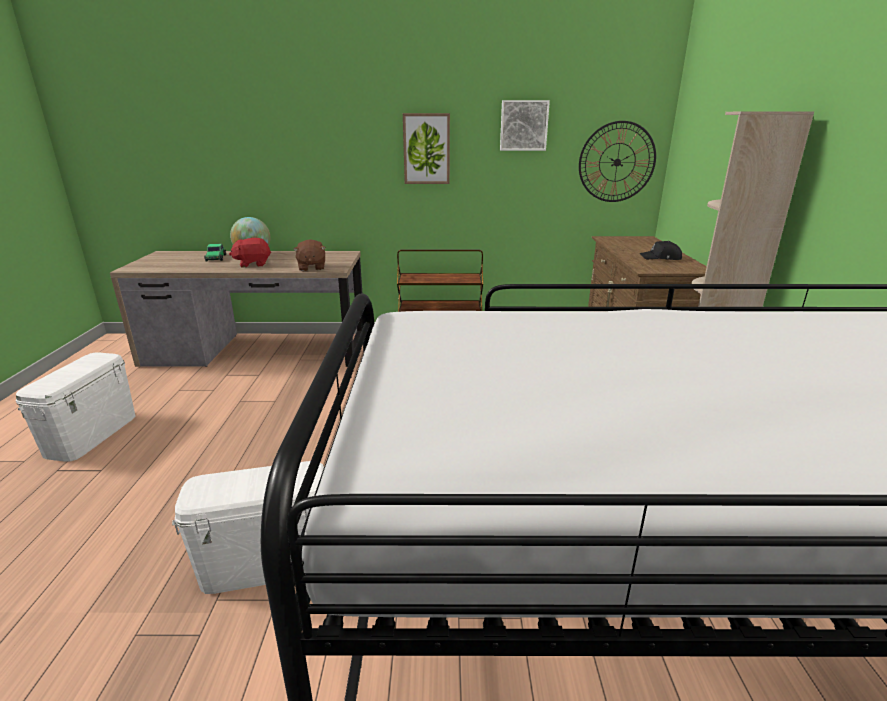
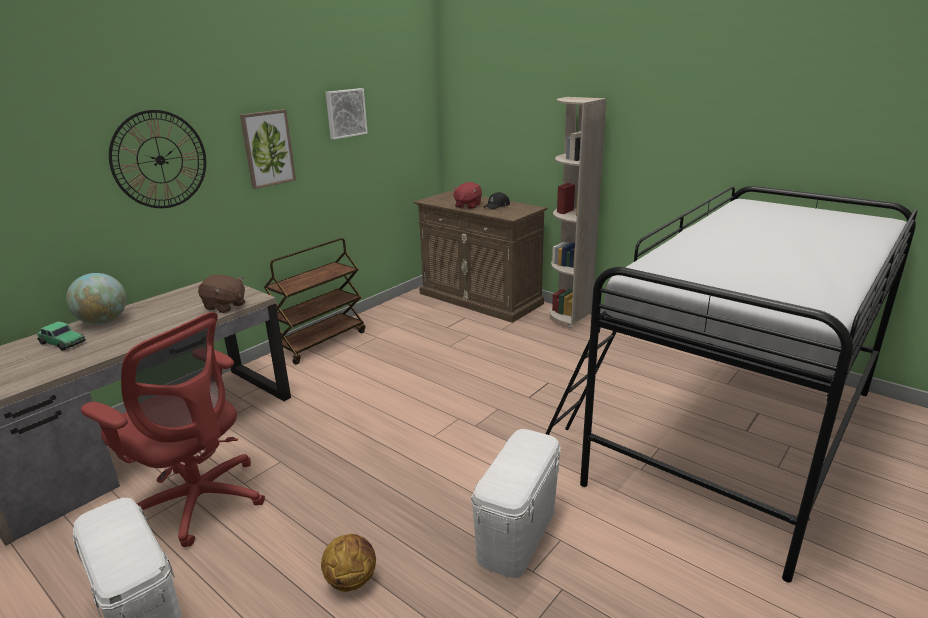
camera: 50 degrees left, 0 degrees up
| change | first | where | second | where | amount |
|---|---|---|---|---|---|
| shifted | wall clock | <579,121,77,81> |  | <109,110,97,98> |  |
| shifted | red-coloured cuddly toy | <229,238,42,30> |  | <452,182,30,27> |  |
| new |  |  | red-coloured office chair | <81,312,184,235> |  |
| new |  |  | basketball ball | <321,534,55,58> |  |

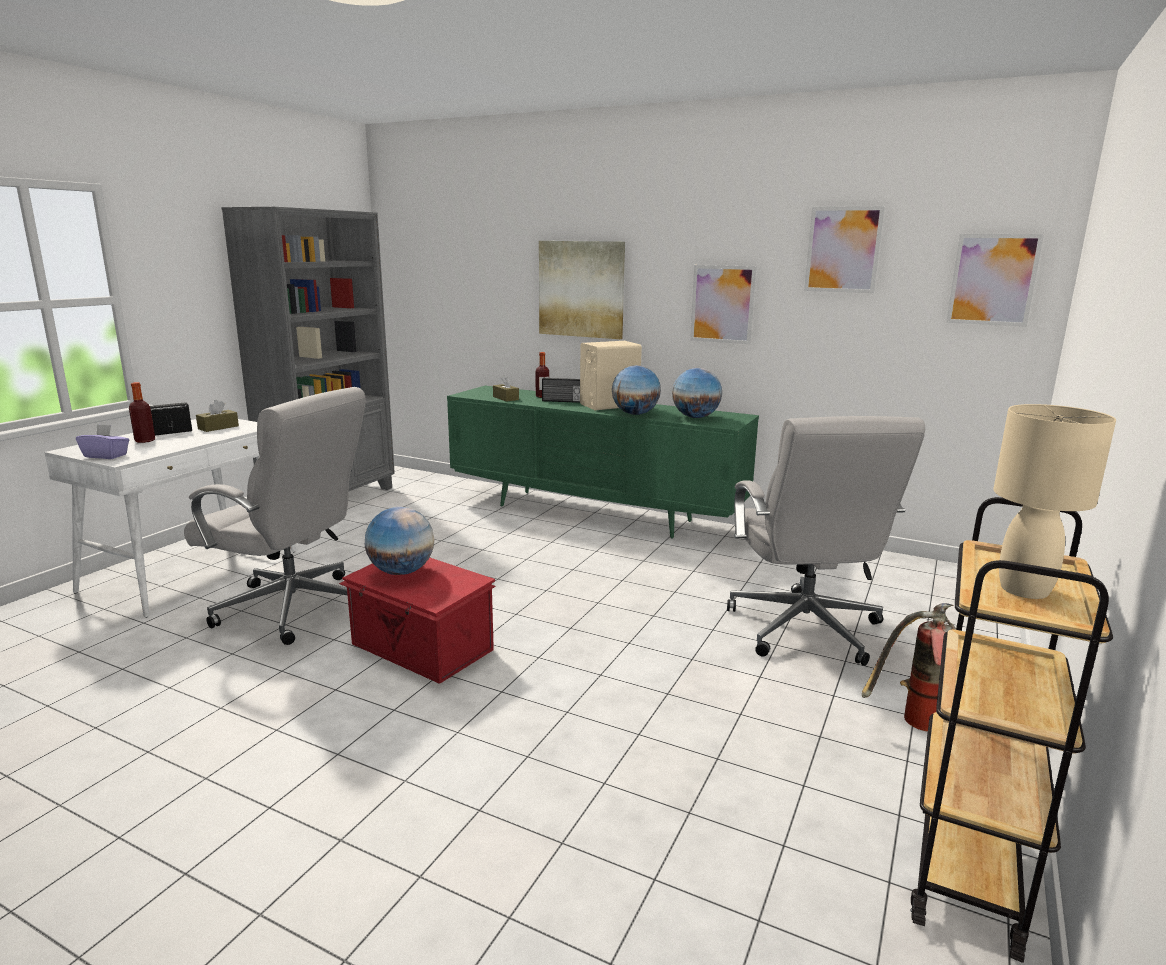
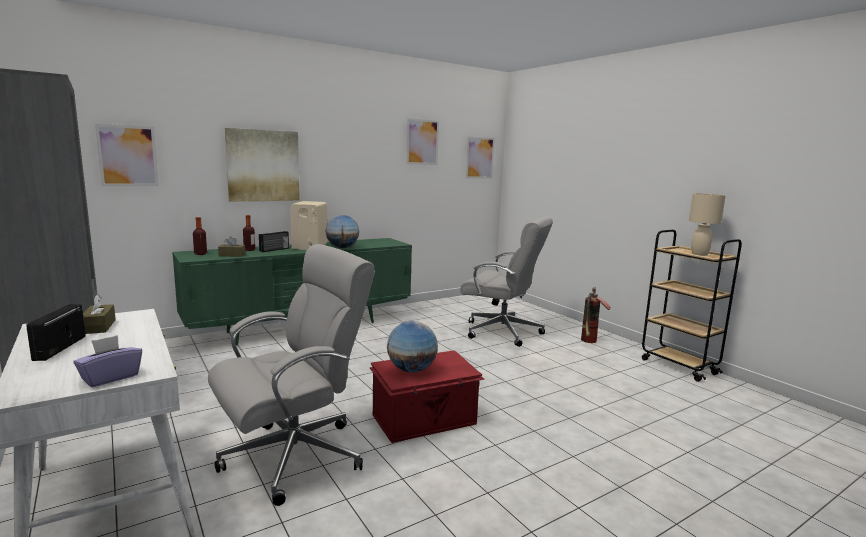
camera: 60 degrees left, 5 degrees down
| change | first | where | second | where | amount |
|---|---|---|---|---|---|
| shifted | wall picture | <690,265,67,79> |  | <95,124,64,62> |  |
| gone | world globe | <672,368,50,50> |  |  |  |
| shifted | beverage bottle | <129,382,26,61> |  | <193,217,14,38> |  |

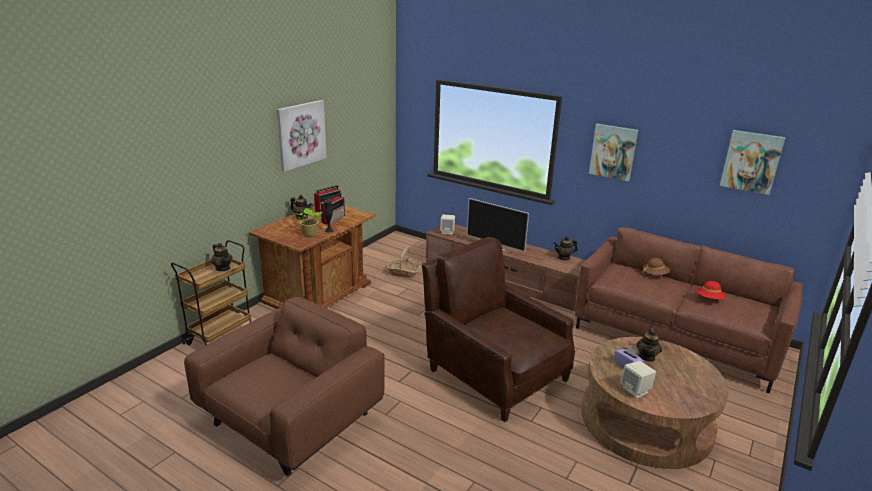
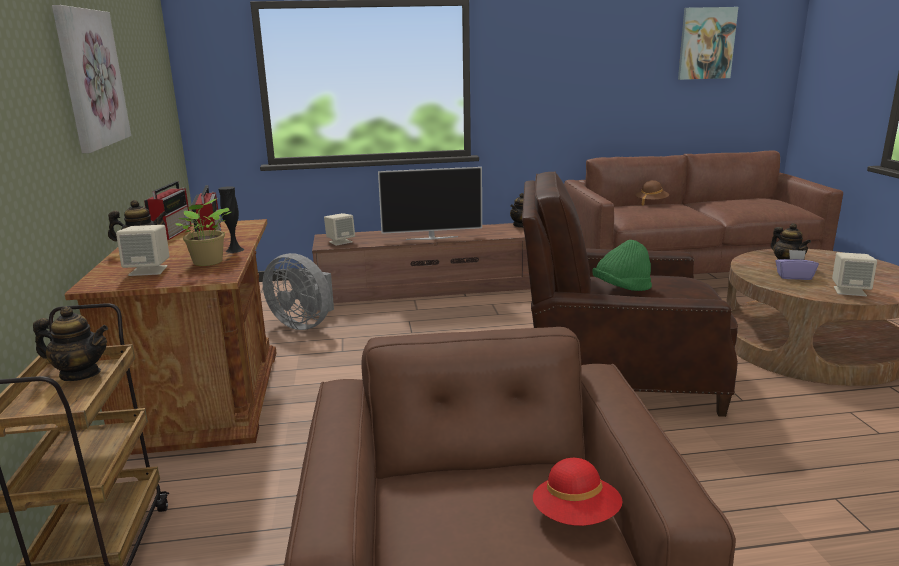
camera: 40 degrees left, 5 degrees down
| change | first | where | second | where | amount |
|---|---|---|---|---|---|
| gone | wall picture | <589,124,49,57> |  |  |  |
| swapped | household basket | <387,248,33,30> | greyish electric fan | <263,253,71,77> |  |
| shifted | red-coloured hat | <697,281,29,18> |  | <533,458,90,68> |  |
| new |  |  | beige-coloured audio speaker | <116,225,53,51> |  |
| new |  |  | green hat | <592,240,60,51> |  |

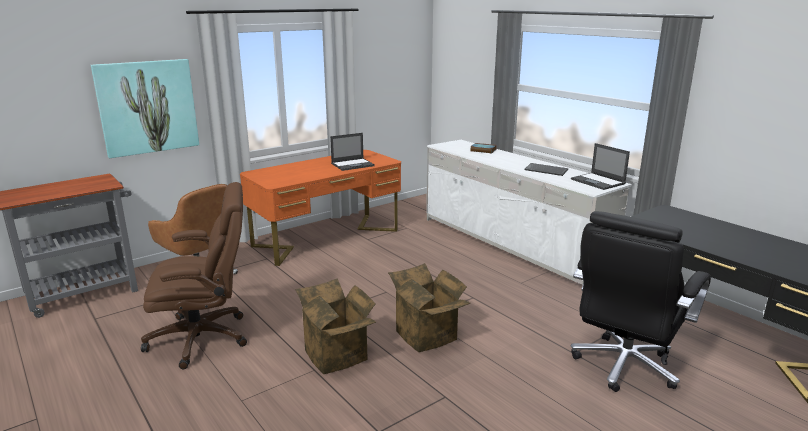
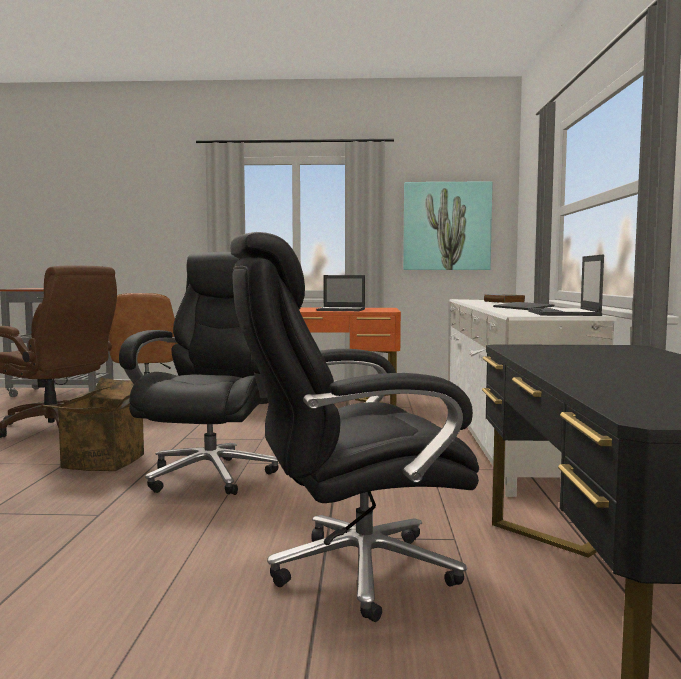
camera: 40 degrees right, 15 degrees down
| change | first | where | second | where | amount |
|---|---|---|---|---|---|
| shifted | wall picture | <91,59,108,99> |  | <403,181,90,89> |  |
| swapped | packing box | <388,263,82,89> | blackish office chair | <119,252,159,243> |  |

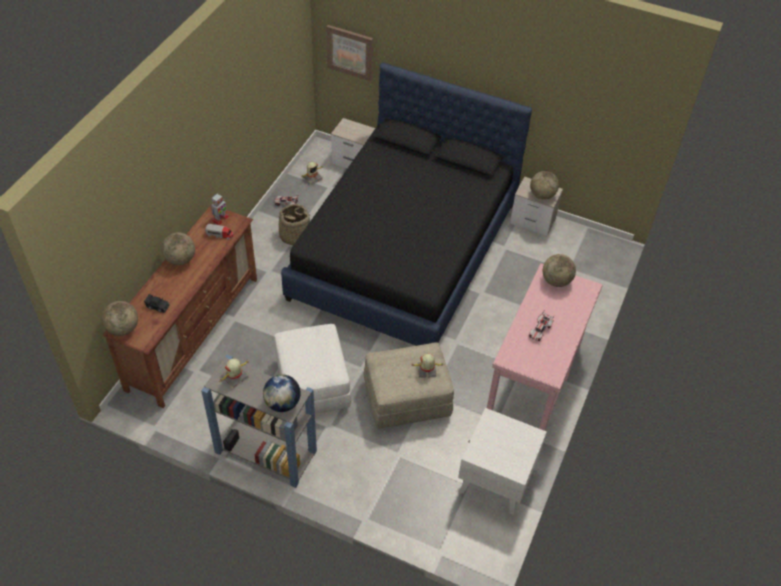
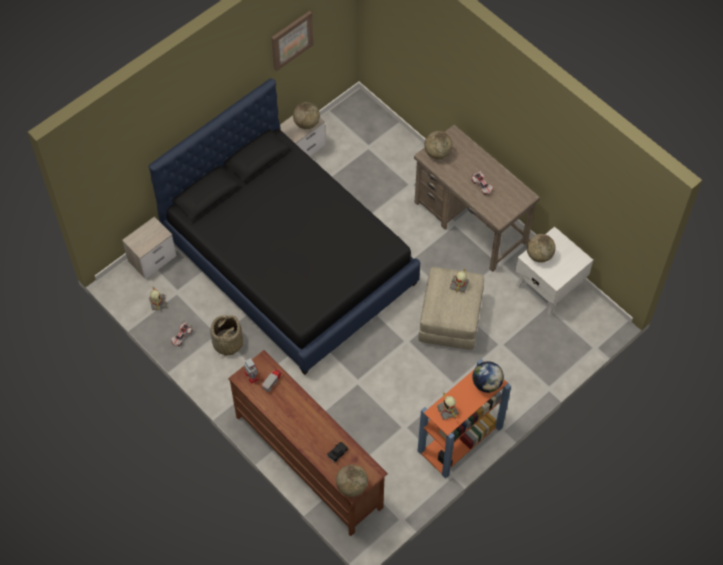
camera: 65 degrees left, 10 degrees up
| change | first | where | second | where | amount |
|---|---|---|---|---|---|
| shifted | wall picture | <326,25,47,56> |  | <271,11,42,61> |  |
| shifted | world globe | <162,232,33,33> |  | <527,234,29,29> |  |
| repainted | pinkish desk | <487,263,116,168> | brownish desk | <414,125,126,147> |  |
| gone | white pouffe | <275,324,76,90> |  |  |  |
| repainted | greyish bookcase | <201,355,116,133> | orangey bookcase | <418,359,93,120> |  |

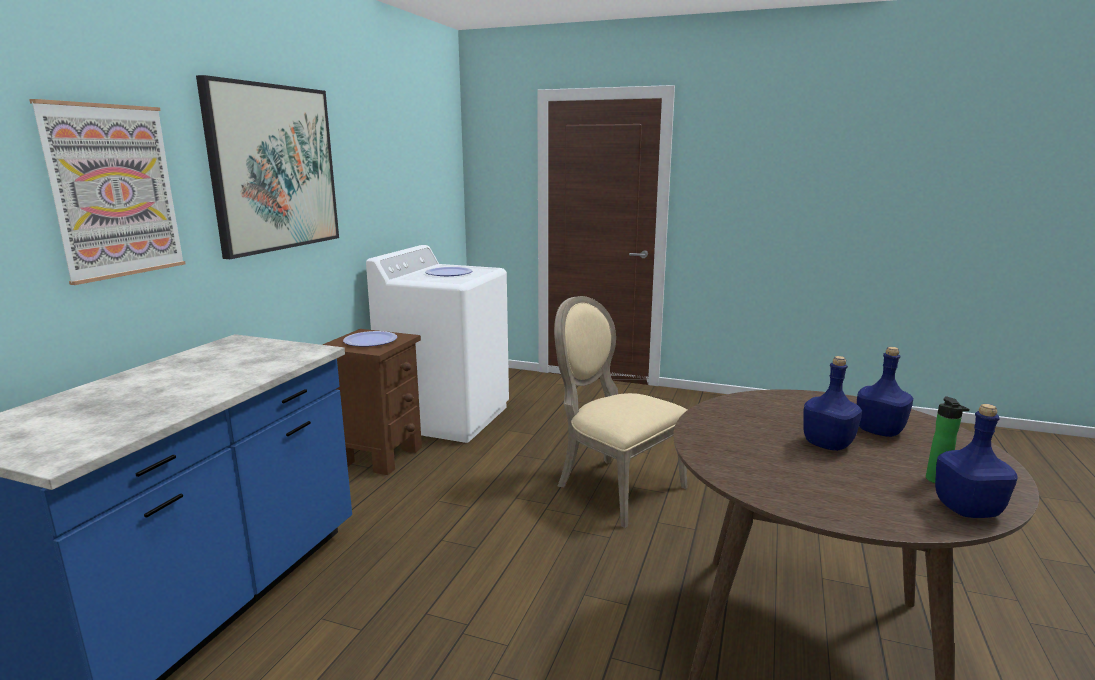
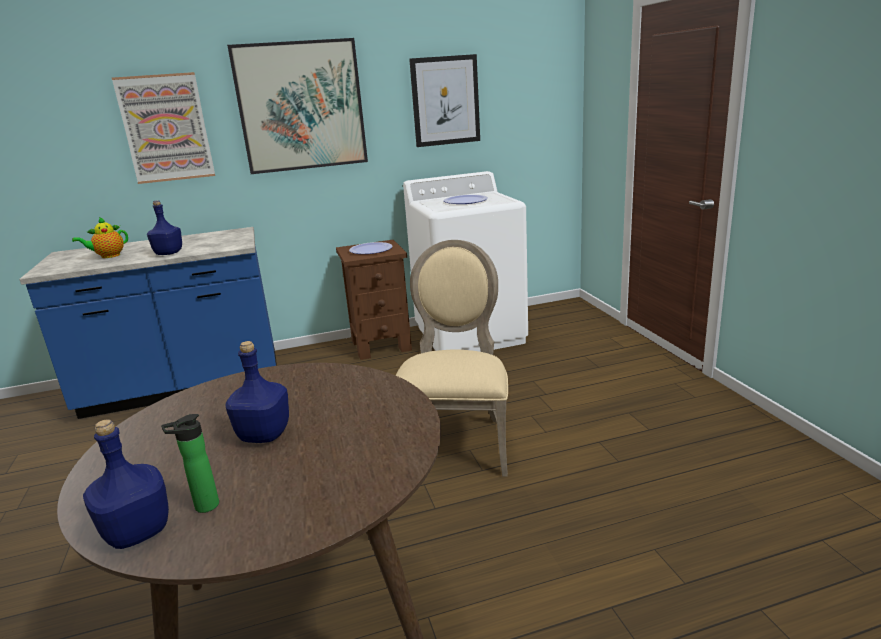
camera: 55 degrees right, 5 degrees up
| change | first | where | second | where | amount |
|---|---|---|---|---|---|
| shifted | bluish beverage bottle | <857,347,56,90> |  | <147,200,35,55> |  |
| new |  |  | wall picture | <409,54,71,93> |  |
| new |  |  | teapot | <72,217,56,41> |  |

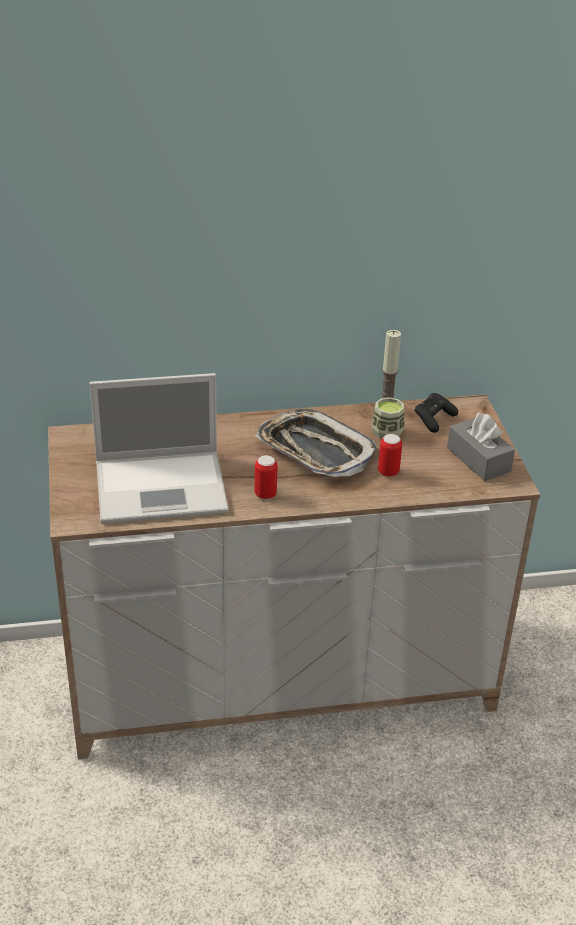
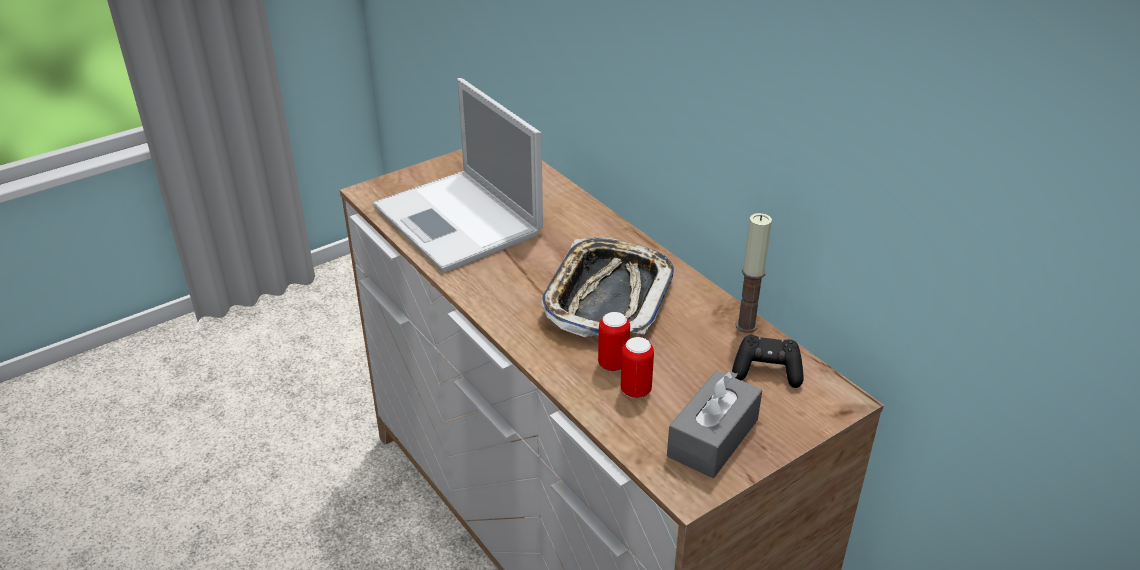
camera: 65 degrees right, 0 degrees up
| change | first | where | second | where | amount |
|---|---|---|---|---|---|
| gone | cup | <372,397,32,42> |  |  |  |
| shifted | metal can | <255,455,23,45> |  | <621,337,33,61> |  |

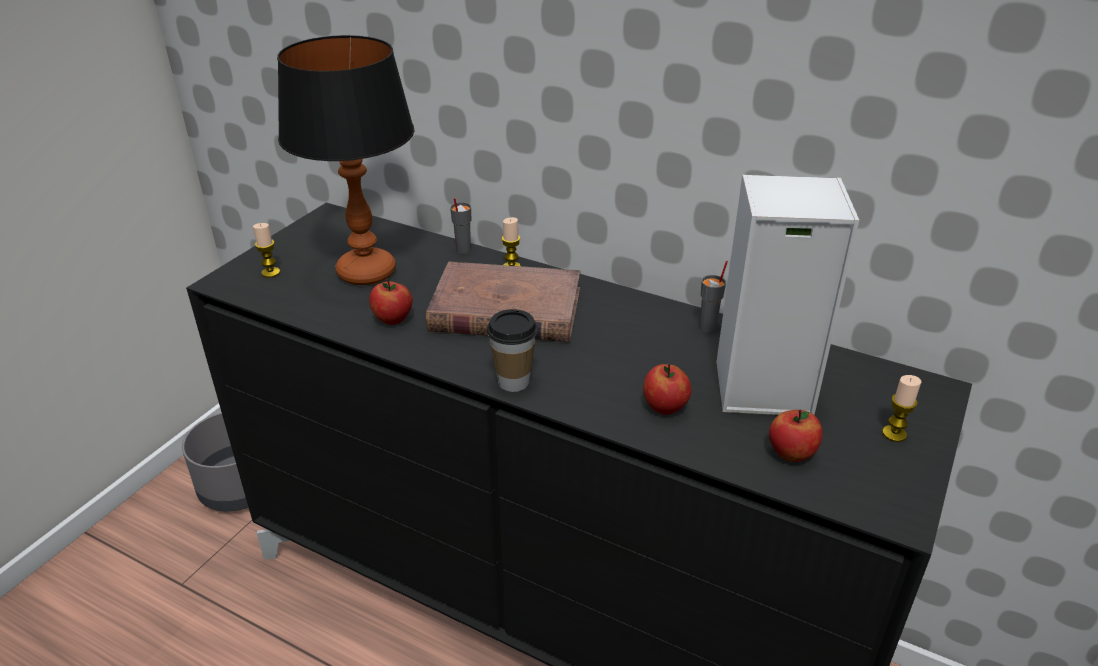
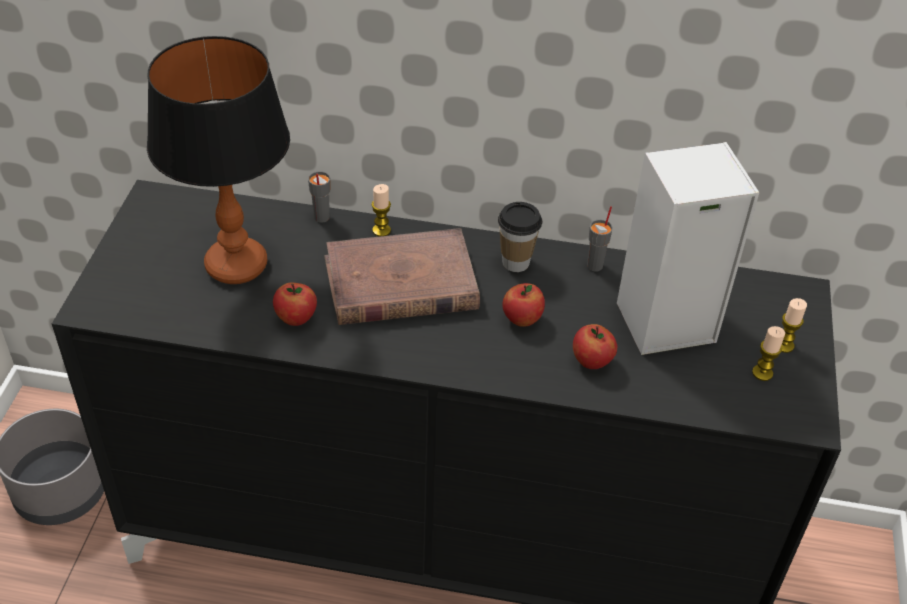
camera: 20 degrees left, 10 degrees up
| change | first | where | second | where | amount |
|---|---|---|---|---|---|
| shifted | wax candle | <253,223,27,55> |  | <752,326,33,55> |  |
| shifted | cup | <487,309,51,83> |  | <498,202,44,70> |  |
| shifted | apple fruit | <769,410,54,52> |  | <502,283,43,44> |  |

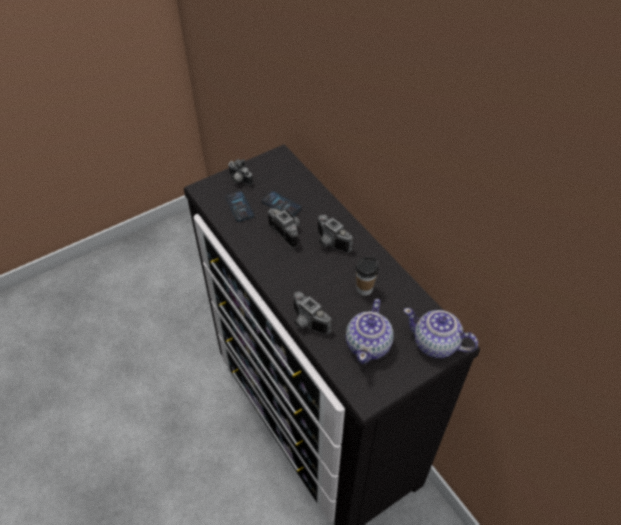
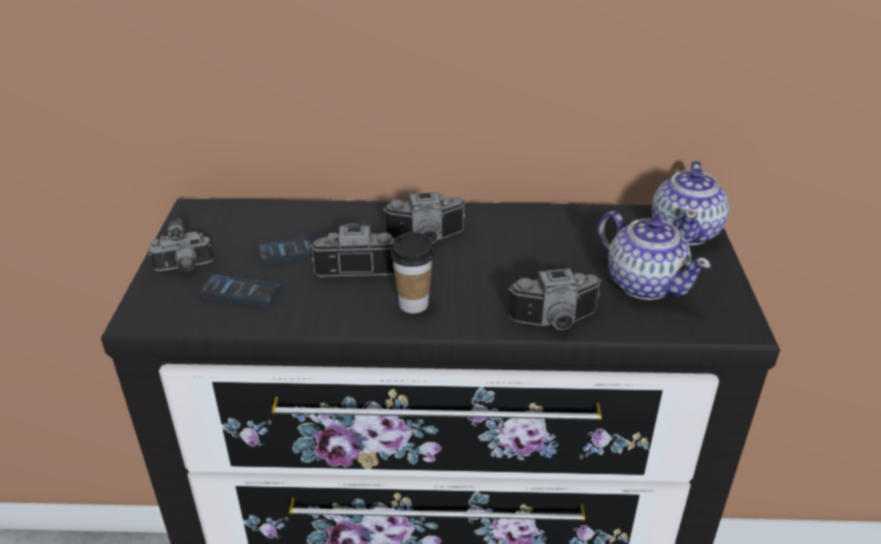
camera: 55 degrees left, 15 degrees down
| change | first | where | second | where | amount |
|---|---|---|---|---|---|
| shifted | cup | <355,257,24,39> |  | <391,232,43,81> |  |
| rotated | teapot | <404,308,74,50> |  | <652,161,77,84> | 45 degrees counterclockwise |

